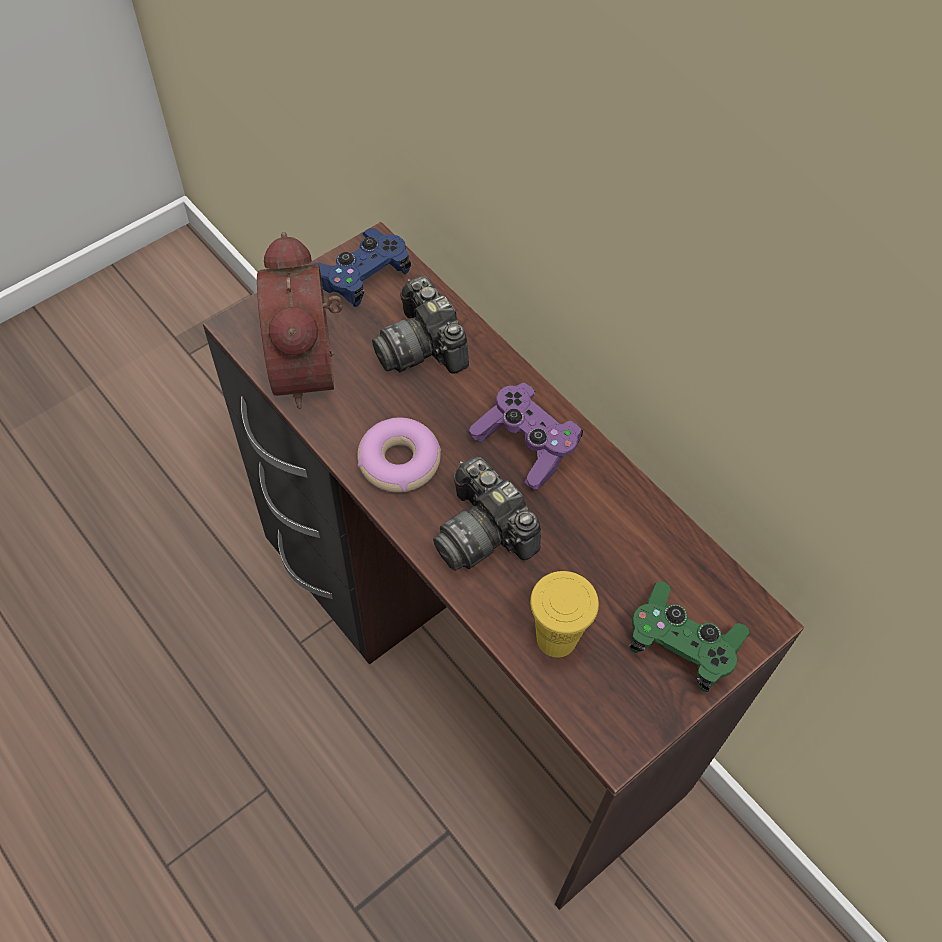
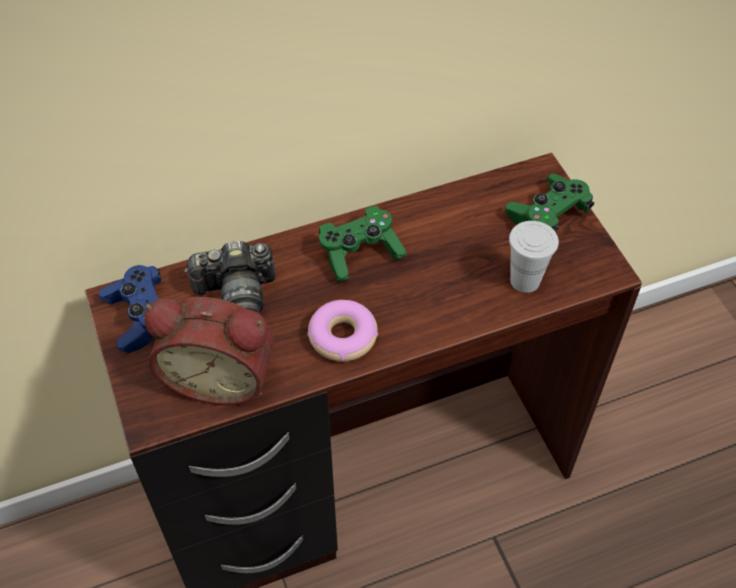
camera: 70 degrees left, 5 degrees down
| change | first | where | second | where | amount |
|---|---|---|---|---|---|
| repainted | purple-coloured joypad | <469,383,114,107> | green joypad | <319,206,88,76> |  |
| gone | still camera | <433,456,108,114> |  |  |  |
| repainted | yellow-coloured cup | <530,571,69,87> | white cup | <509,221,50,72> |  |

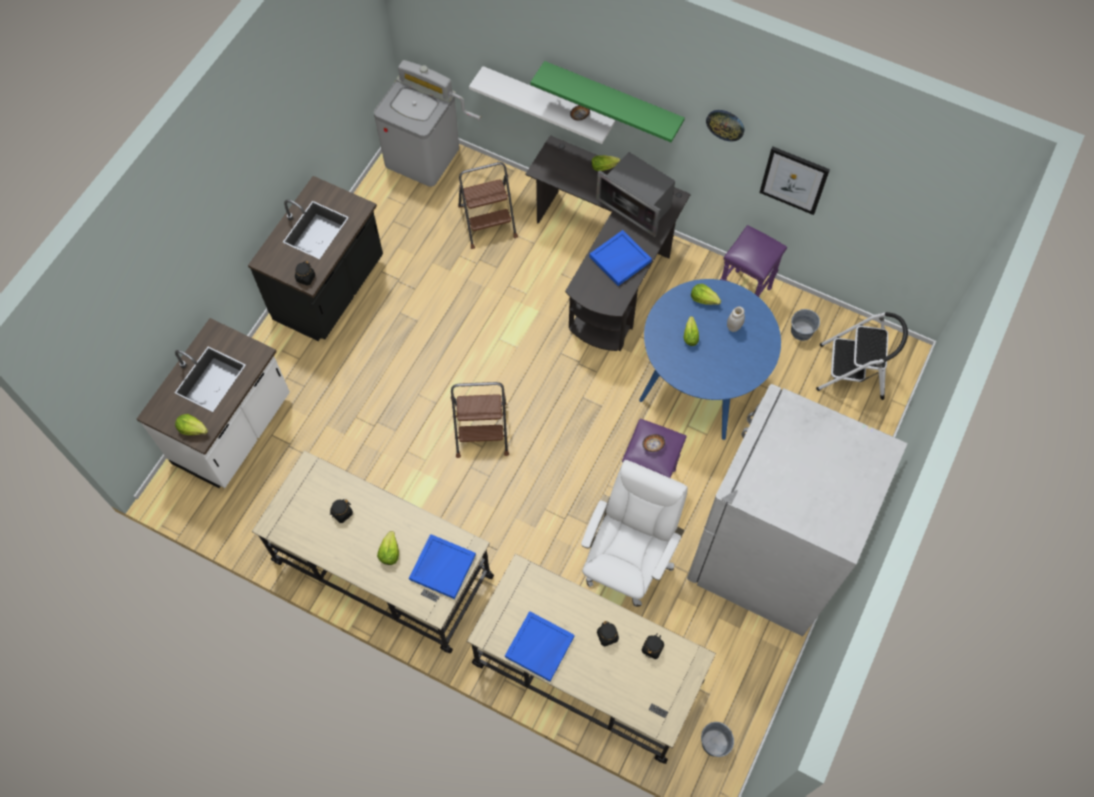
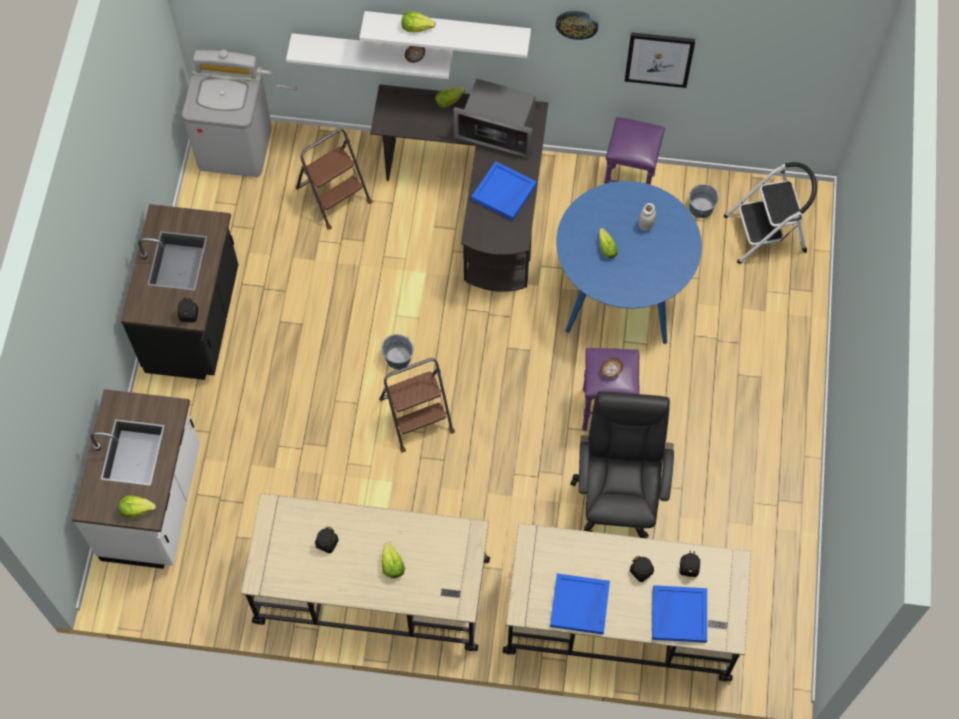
camera: 20 degrees left, 0 degrees up
| change | first | where | second | where | amount |
|---|---|---|---|---|---|
| repainted | green wall shelf | <531,61,154,81> | white wall shelf | <359,11,172,47> |  |
| shifted | lettuce head | <691,284,30,21> |  | <401,11,35,21> |  |
| gone | white fridge | <687,384,221,253> |  |  |  |
| repainted | white office chair | <581,460,107,147> | blackish office chair | <570,391,104,147> |  |
| shifted | bluish carrying tray | <409,534,67,65> |  | <652,585,55,58> |  |
| shifted | greyish pail | <701,722,33,35> |  | <381,334,32,35> |  |

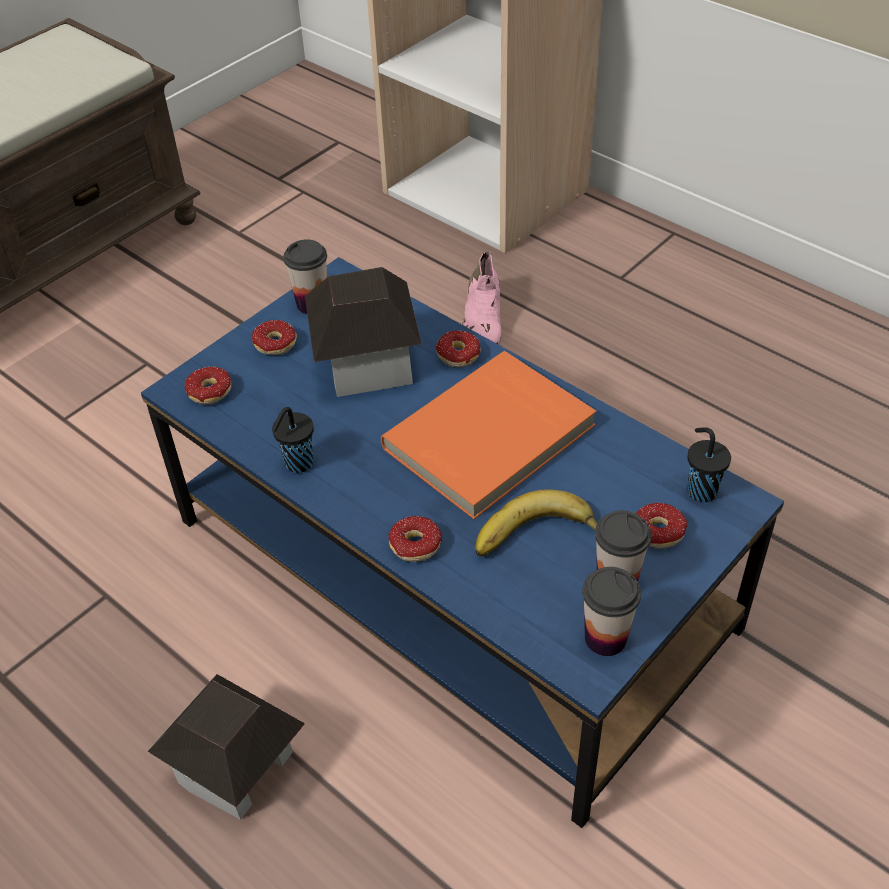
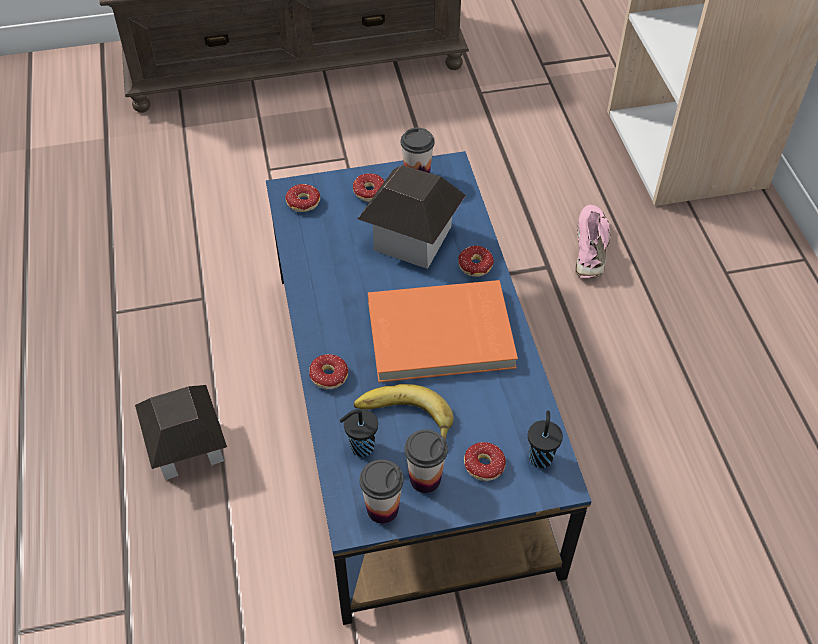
camera: 35 degrees right, 5 degrees up
| change | first | where | second | where | amount |
|---|---|---|---|---|---|
| rotated | pinkish low shoe | <462,251,40,94> |  | <576,205,35,73> | 150 degrees clockwise |
| shifted | blackish cup | <272,407,42,66> |  | <340,409,38,48> |  |

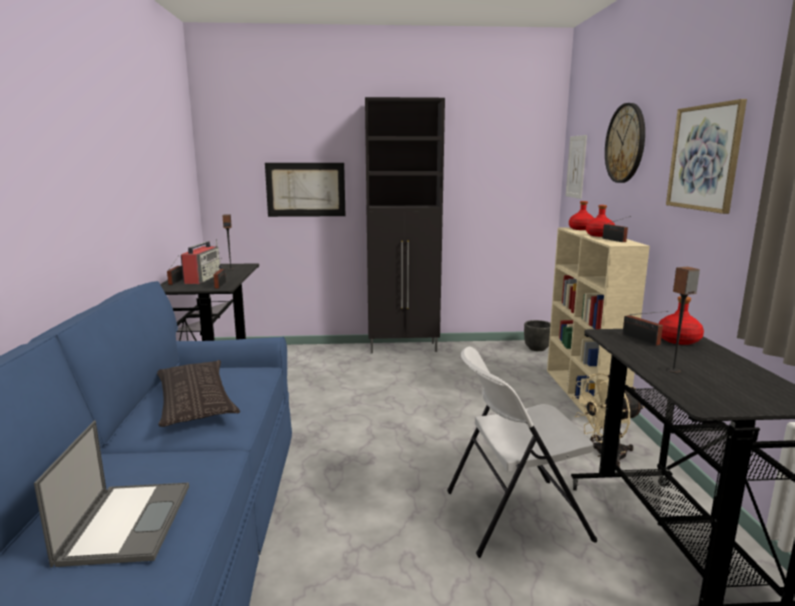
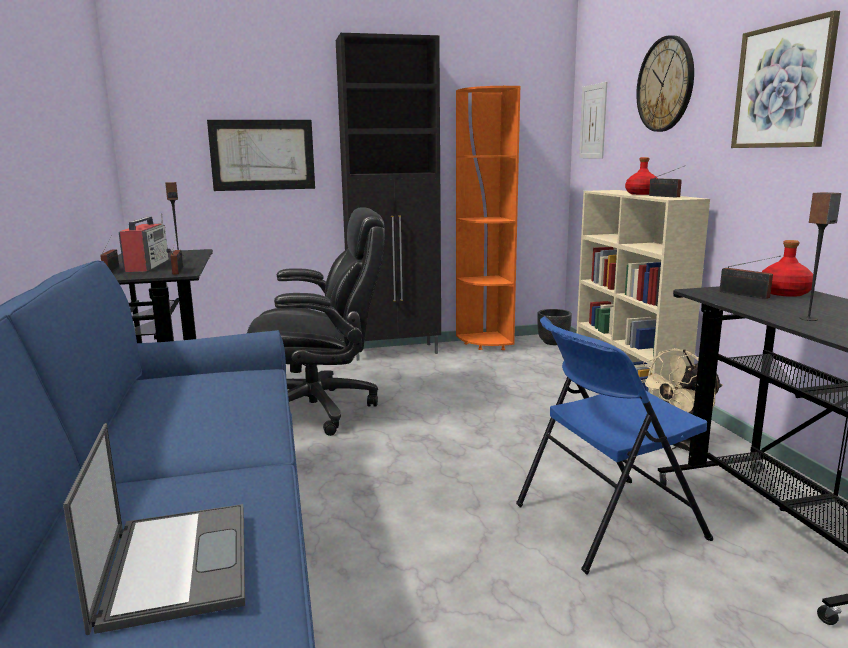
camera: 10 degrees left, 0 degrees up
| change | first | where | second | where | amount |
|---|---|---|---|---|---|
| gone | red-coloured beverage bottle | <569,201,25,29> |  |  |  |
| repainted | white chair | <447,347,150,211> | bluish chair | <516,316,197,259> |  |
| gone | cushion | <157,360,83,67> |  |  |  |
| new |  |  | orangey bookcase | <456,86,64,264> |  |
| new |  |  | blackish office chair | <247,207,138,229> |  |

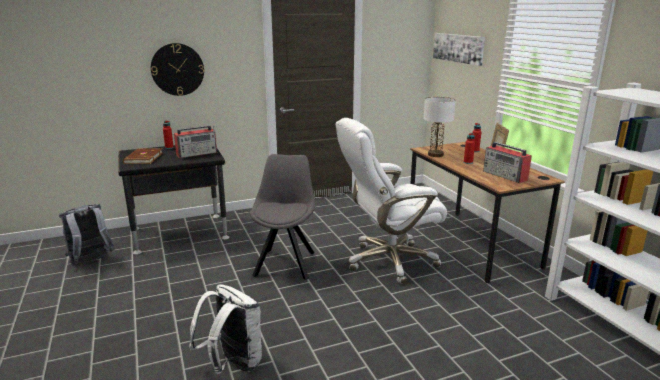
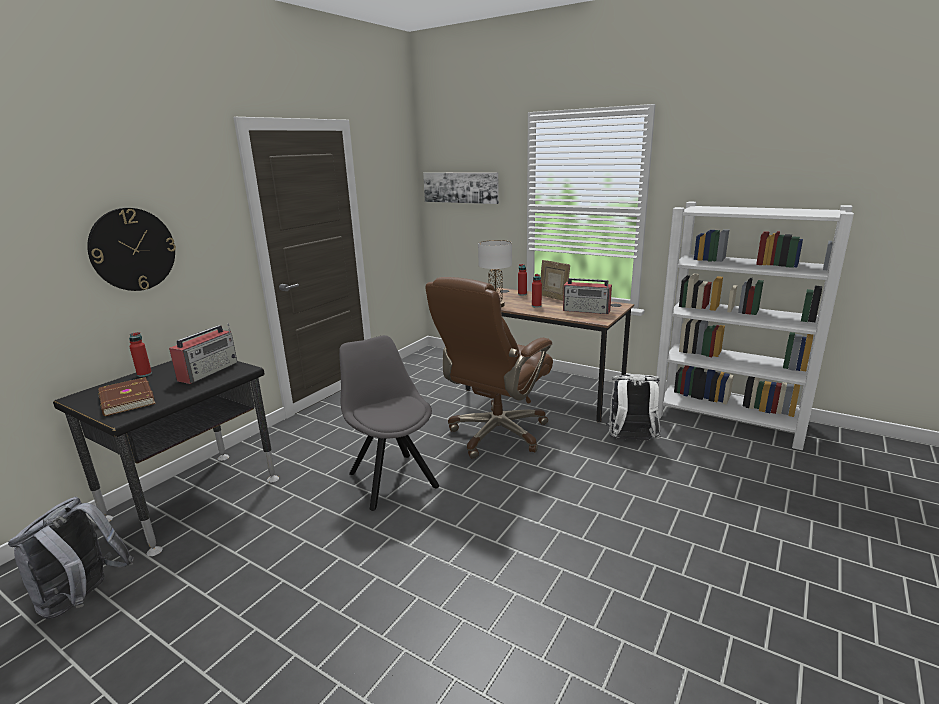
camera: 35 degrees left, 0 degrees up
| change | first | where | second | where | amount |
|---|---|---|---|---|---|
| repainted | white office chair | <336,118,111,166> | brownish office chair | <425,277,128,182> |  |
| shifted | white rucksack | <189,284,73,90> |  | <606,374,55,66> |  |

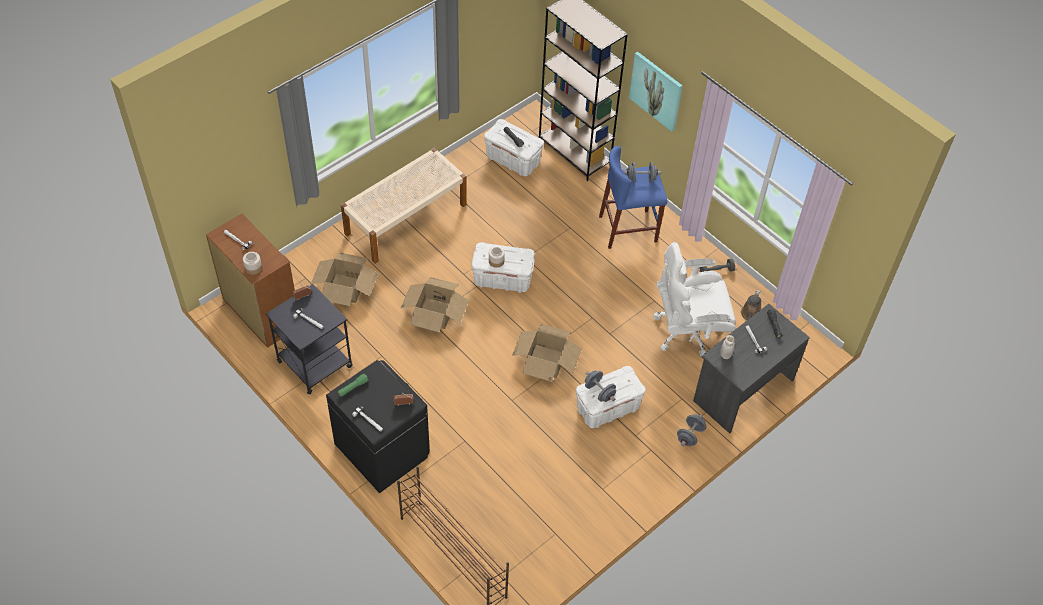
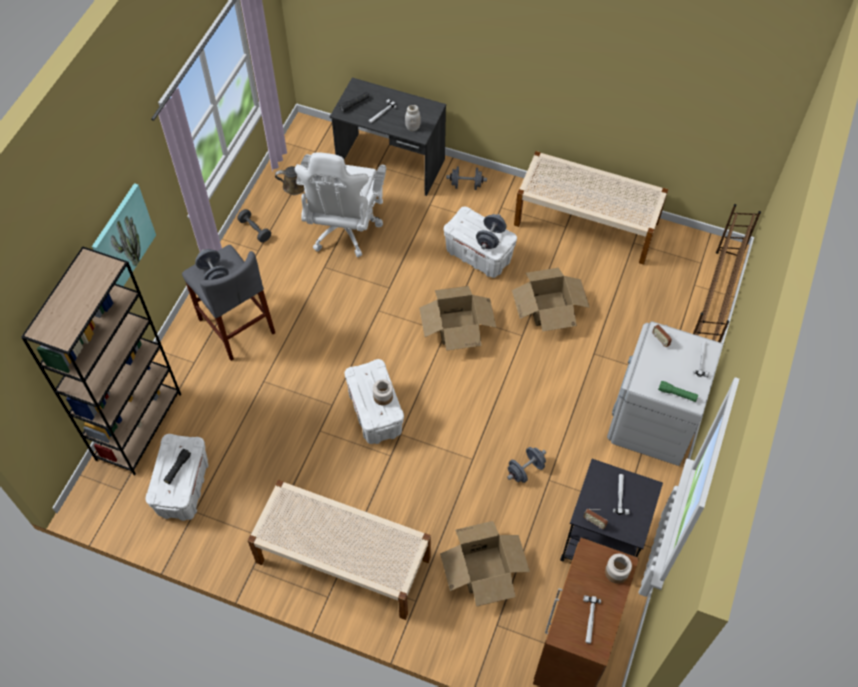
camera: 115 degrees left, 5 degrees up
| change | first | where | second | where | amount |
|---|---|---|---|---|---|
| repainted | bluish sitting stool | <599,146,68,103> | greyish sitting stool | <182,245,93,116> |  |
| rotated | white office chair | <653,242,83,115> |  | <295,152,91,105> | 45 degrees clockwise |
| shifted | packing box | <401,277,68,55> |  | <512,268,78,64> |  |
| repainted | blackish laundry machine | <326,360,104,133> | white laundry machine | <607,321,116,145> |  |
| new |  |  | beige-coloured long seat | <514,151,154,114> |  |
| new |  |  | greyish dumbbell | <507,447,39,36> |  |

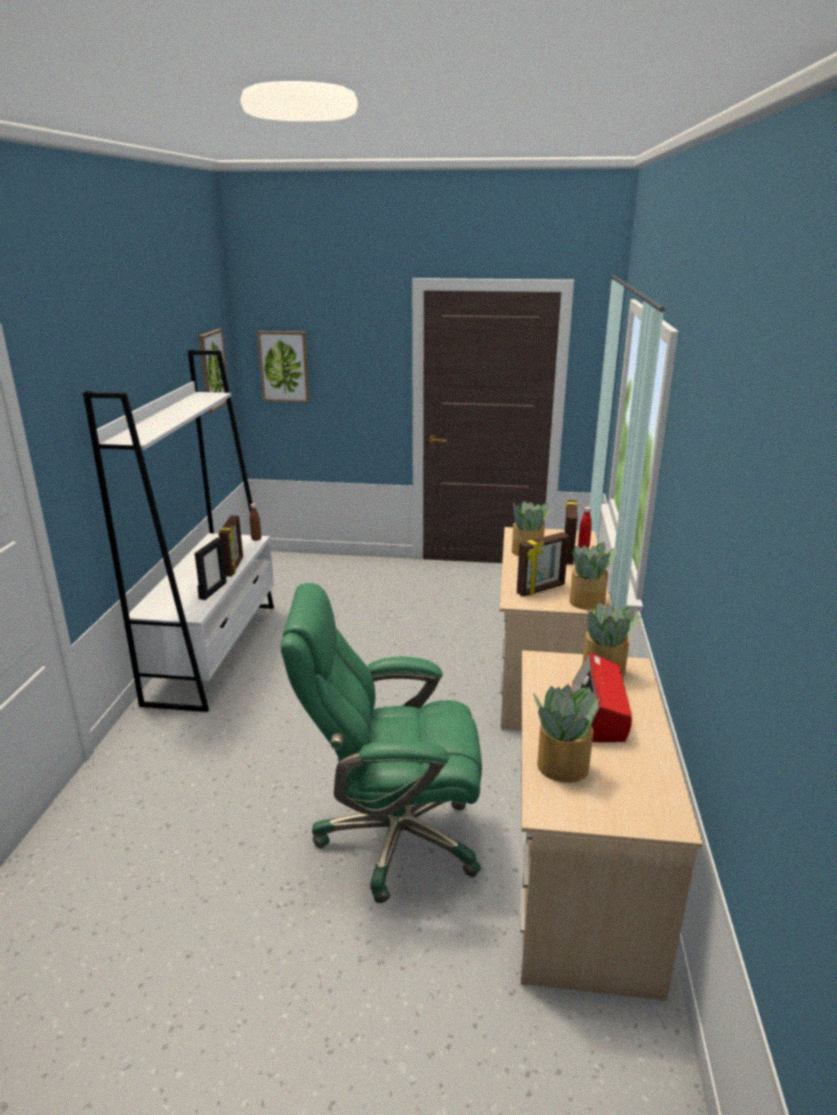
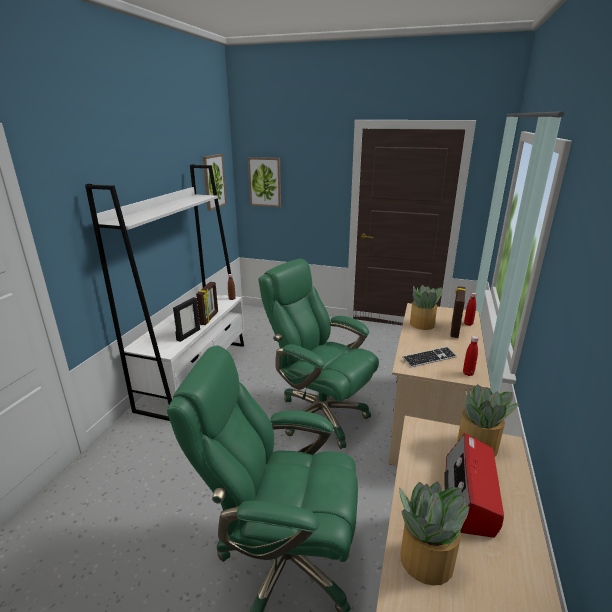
camera: 10 degrees right, 0 degrees up
| change | first | where | second | where | amount |
|---|---|---|---|---|---|
| swapped | picture frame | <517,532,52,65> | keyboard | <402,347,55,20> |  |
| swapped | potted plant | <569,542,48,68> | red-coloured beverage bottle | <463,336,16,40> |  |
| new |  |  | green office chair | <258,259,121,190> |  |

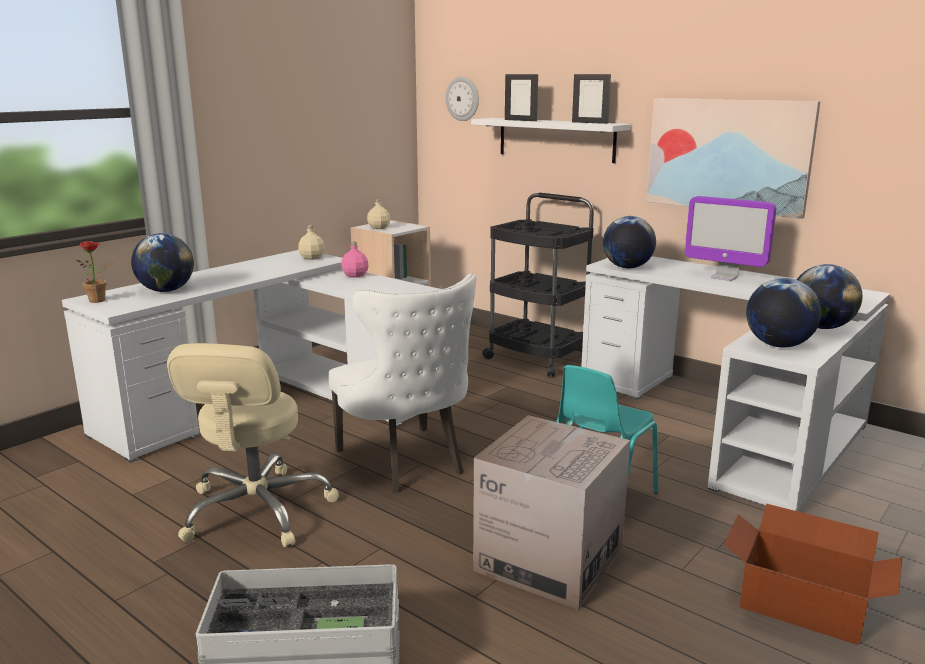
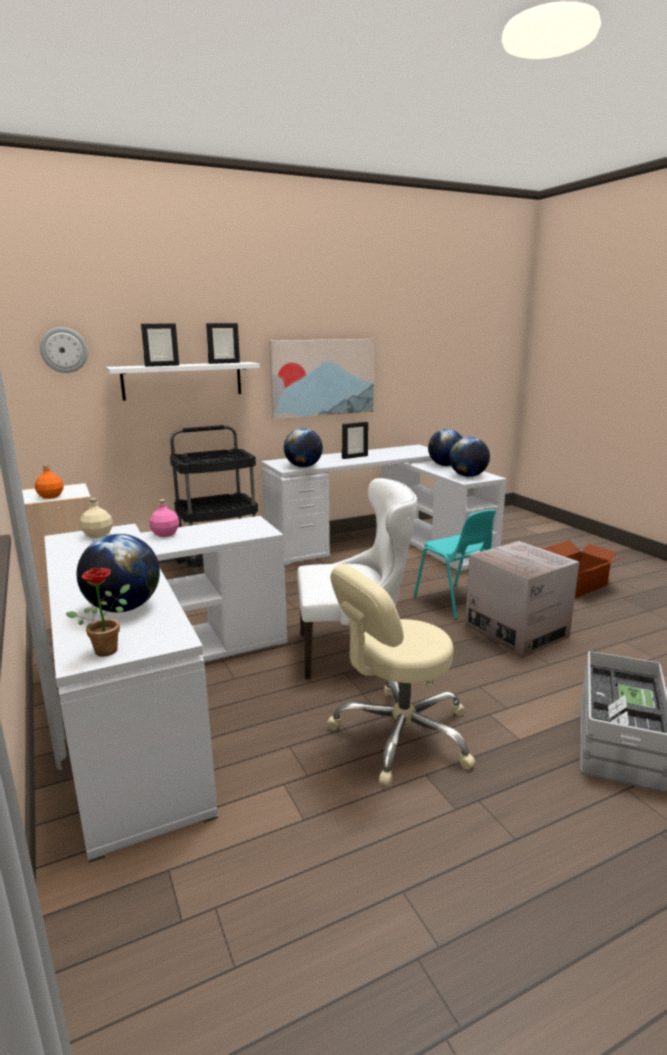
camera: 65 degrees left, 0 degrees up
| change | first | where | second | where | amount |
|---|---|---|---|---|---|
| swapped | monitor | <685,196,91,85> | picture frame | <342,422,26,37> |  |
| repainted | beige-coloured beverage bottle | <367,199,24,30> | orangey beverage bottle | <35,465,29,34> |  |
| rotated | beige-coloured office chair | <167,343,172,204> |  | <327,564,149,223> | 120 degrees clockwise |

